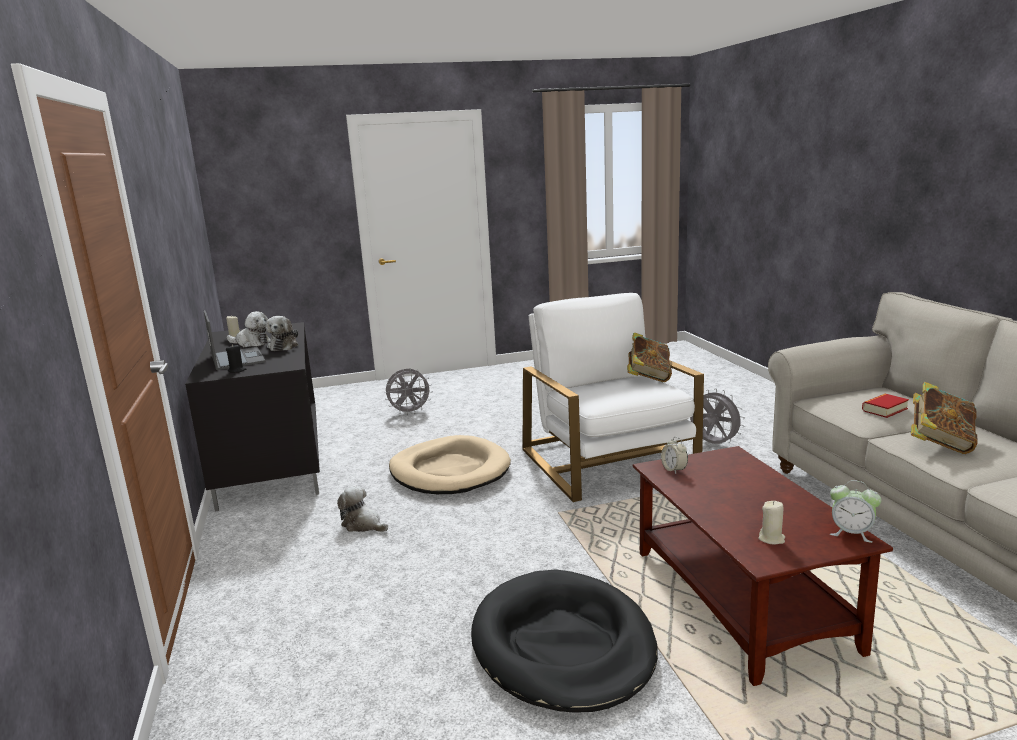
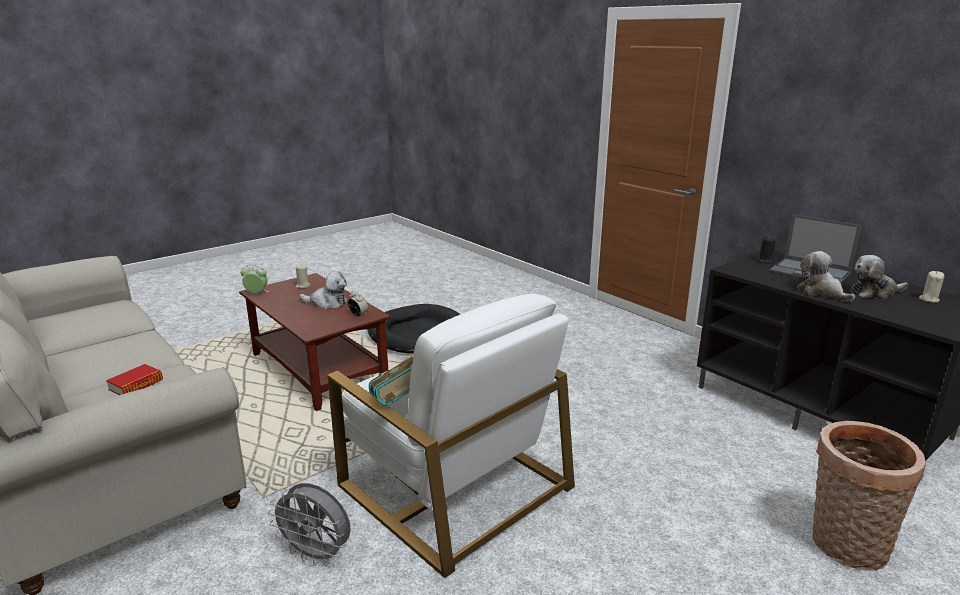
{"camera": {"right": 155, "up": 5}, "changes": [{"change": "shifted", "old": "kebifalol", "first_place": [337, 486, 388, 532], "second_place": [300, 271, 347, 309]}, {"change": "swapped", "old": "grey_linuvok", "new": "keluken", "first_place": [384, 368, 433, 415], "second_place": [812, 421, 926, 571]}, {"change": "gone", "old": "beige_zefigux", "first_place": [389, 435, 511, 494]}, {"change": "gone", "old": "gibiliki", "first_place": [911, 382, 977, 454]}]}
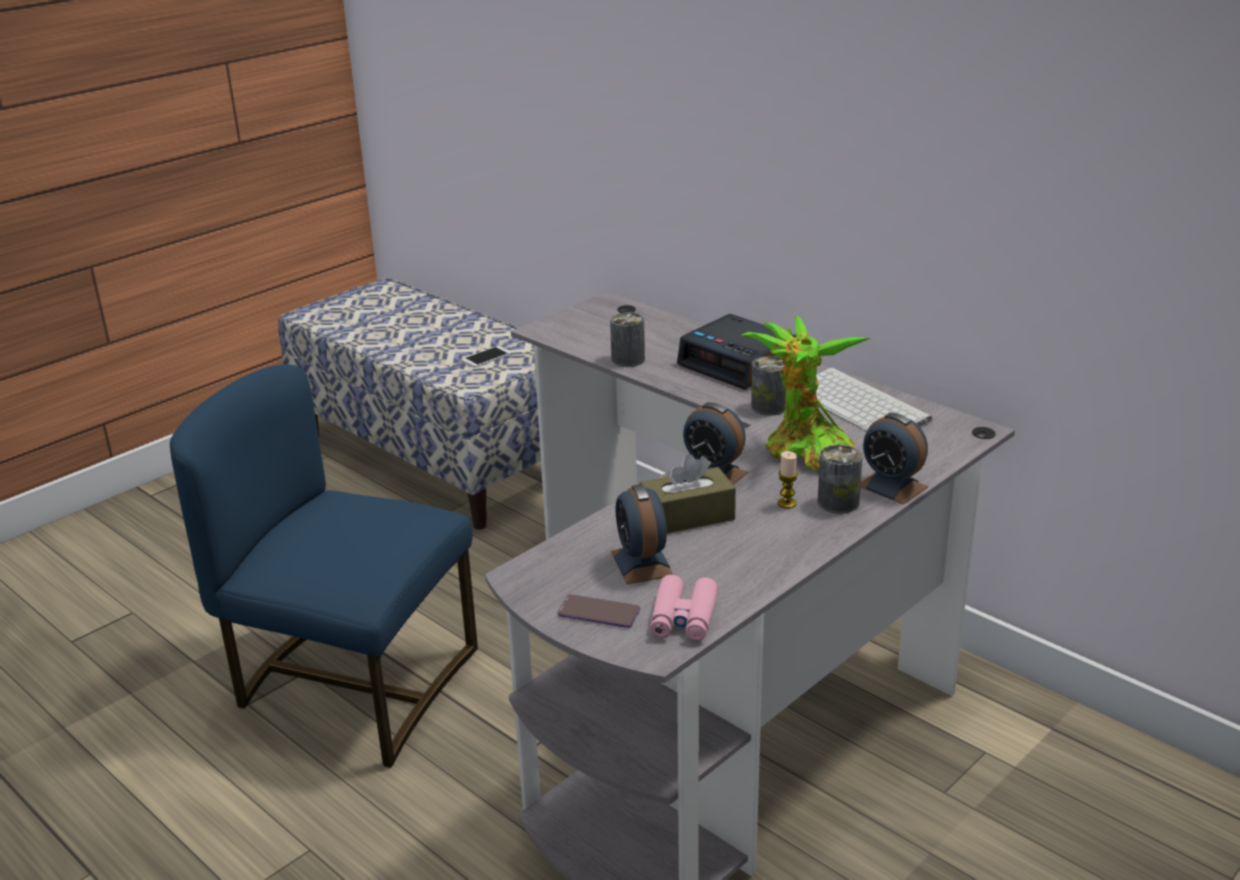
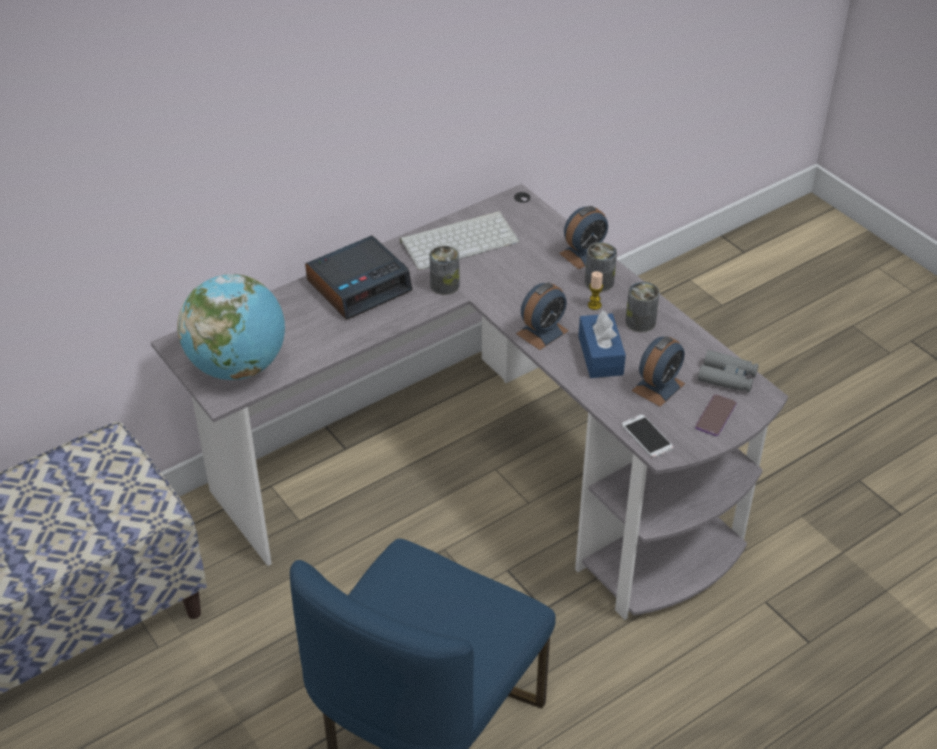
{"camera": {"right": -80, "up": 15}, "changes": [{"change": "new", "new": "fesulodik", "second_place": [177, 274, 285, 380]}, {"change": "repainted", "old": "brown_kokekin", "new": "blue_kokekin", "first_place": [640, 454, 736, 533], "second_place": [578, 310, 626, 378]}, {"change": "shifted", "old": "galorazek", "first_place": [461, 346, 512, 368], "second_place": [622, 414, 674, 458]}, {"change": "shifted", "old": "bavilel", "first_place": [610, 312, 645, 367], "second_place": [625, 282, 659, 332]}, {"change": "rotated", "old": "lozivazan", "first_place": [611, 484, 674, 584], "second_place": [632, 336, 685, 407], "degrees": -45}, {"change": "repainted", "old": "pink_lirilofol", "new": "grey_lirilofol", "first_place": [650, 575, 718, 641], "second_place": [698, 350, 759, 392]}, {"change": "gone", "old": "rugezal", "first_place": [742, 315, 871, 470]}]}
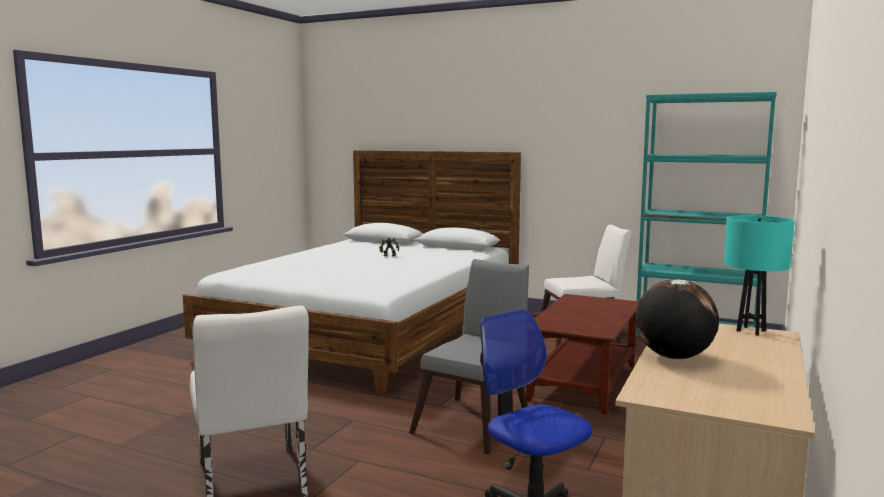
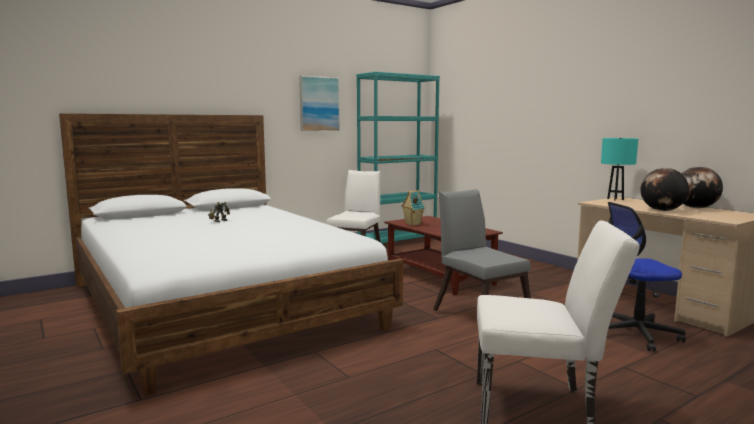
{"camera": {"right": -60, "up": 0}, "changes": [{"change": "new", "new": "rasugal", "second_place": [299, 75, 340, 131]}, {"change": "new", "new": "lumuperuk", "second_place": [401, 190, 426, 226]}, {"change": "new", "new": "fesulodik", "second_place": [681, 167, 723, 208]}]}
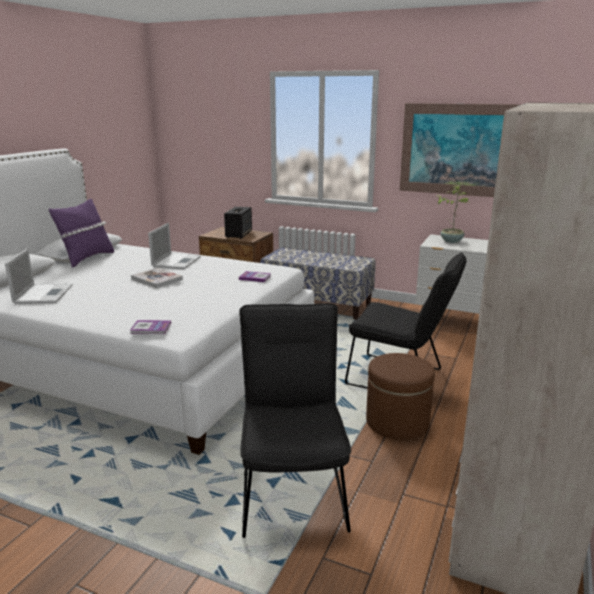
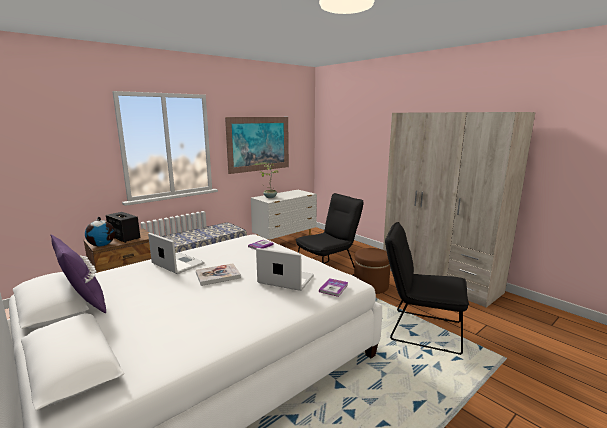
{"camera": {"right": -65, "up": -5}, "changes": [{"change": "new", "new": "fesulodik", "second_place": [85, 217, 115, 247]}, {"change": "shifted", "old": "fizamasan", "first_place": [5, 249, 73, 304], "second_place": [256, 248, 314, 291]}]}
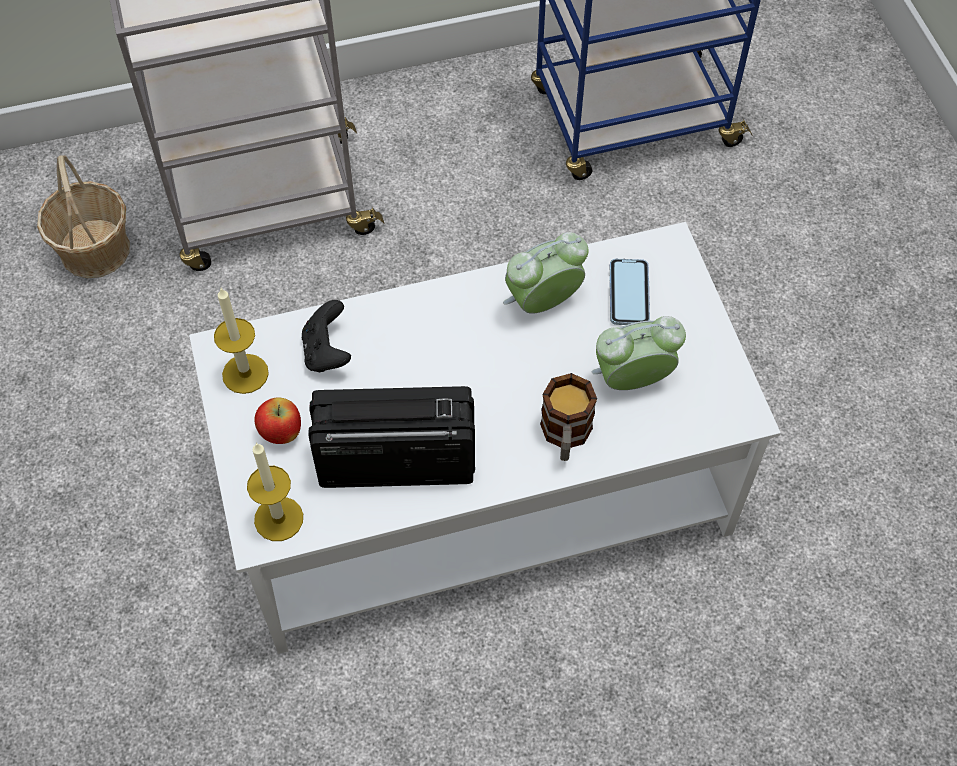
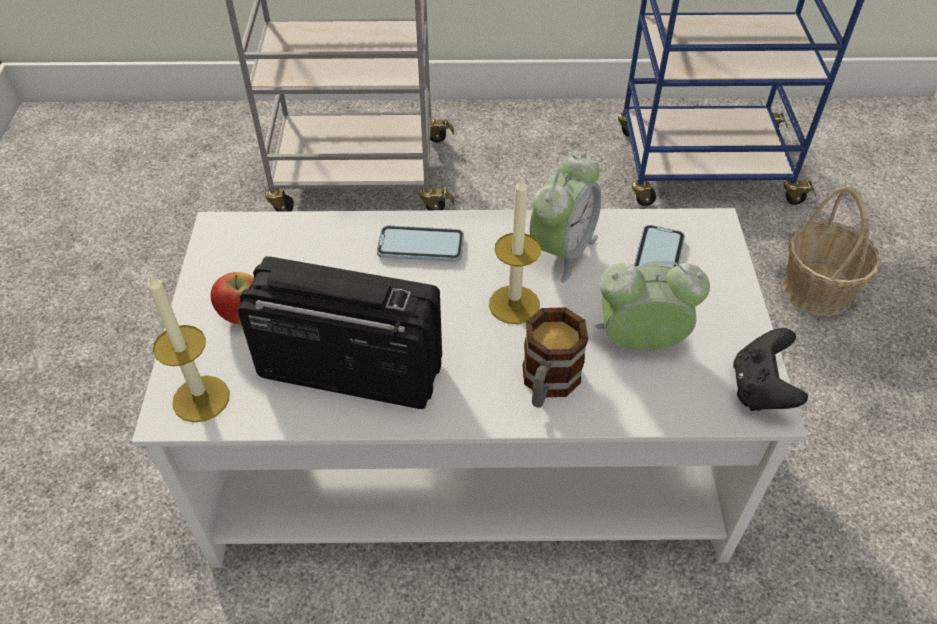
{"camera": {"right": 15, "up": -10}, "changes": [{"change": "new", "new": "galorazek", "second_place": [377, 226, 464, 262]}, {"change": "shifted", "old": "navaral", "first_place": [214, 288, 269, 394], "second_place": [489, 175, 541, 324]}, {"change": "rotated", "old": "lozivazan", "first_place": [503, 232, 589, 314], "second_place": [530, 153, 602, 283], "degrees": 135}, {"change": "shifted", "old": "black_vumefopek", "first_place": [302, 300, 351, 372], "second_place": [733, 328, 808, 411]}, {"change": "shifted", "old": "keluken", "first_place": [37, 155, 130, 278], "second_place": [782, 186, 881, 316]}]}
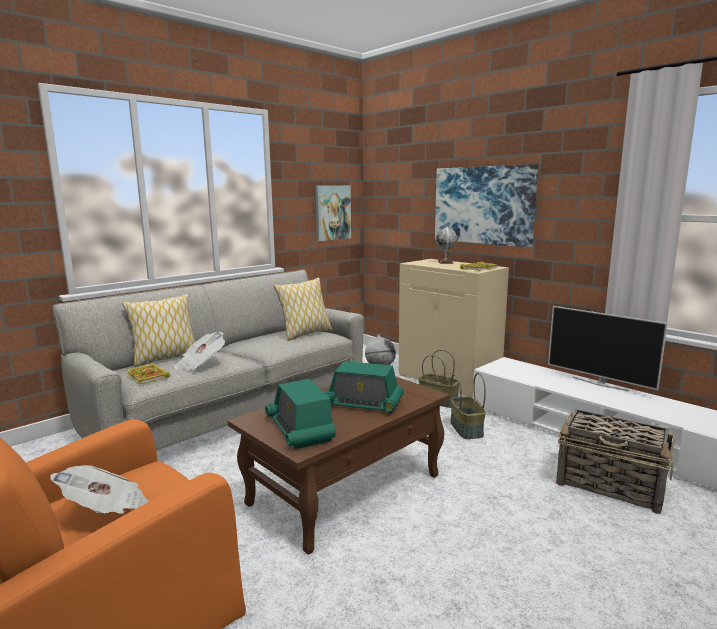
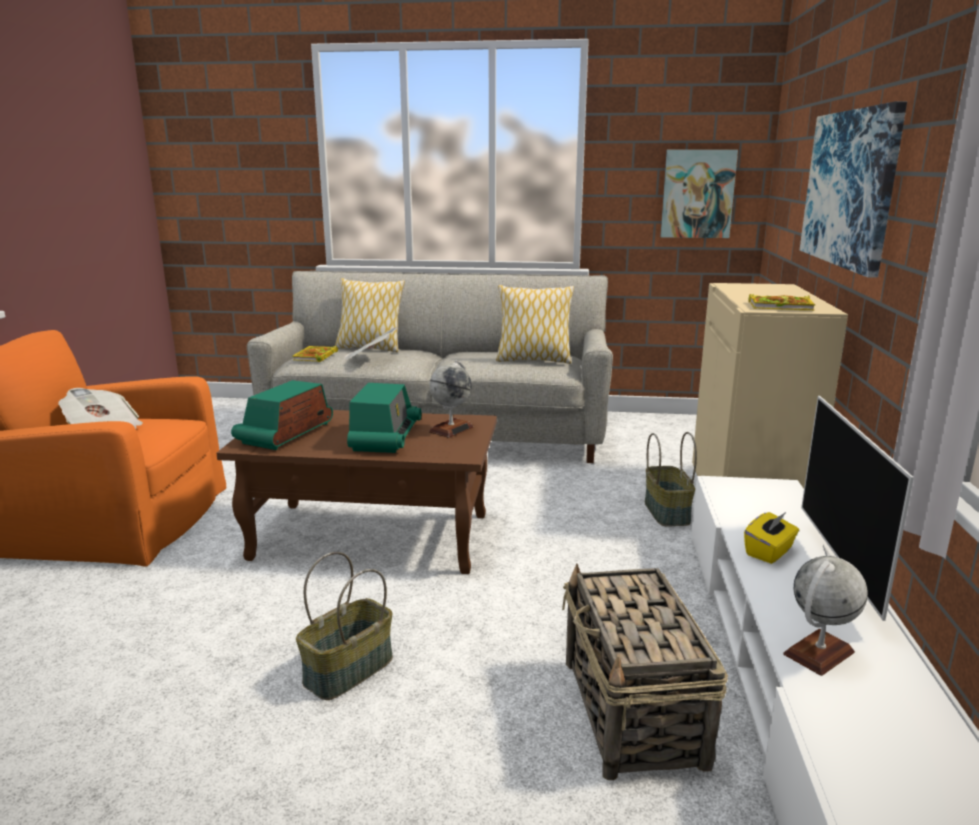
{"camera": {"right": 50, "up": 5}, "changes": [{"change": "shifted", "old": "keluken", "first_place": [451, 373, 486, 439], "second_place": [296, 552, 393, 700]}, {"change": "rotated", "old": "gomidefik", "first_place": [325, 361, 404, 414], "second_place": [347, 383, 421, 453], "degrees": -150}, {"change": "new", "new": "yellow_kokekin", "second_place": [744, 512, 799, 564]}, {"change": "shifted", "old": "fesulodik", "first_place": [436, 227, 457, 264], "second_place": [783, 556, 868, 676]}]}
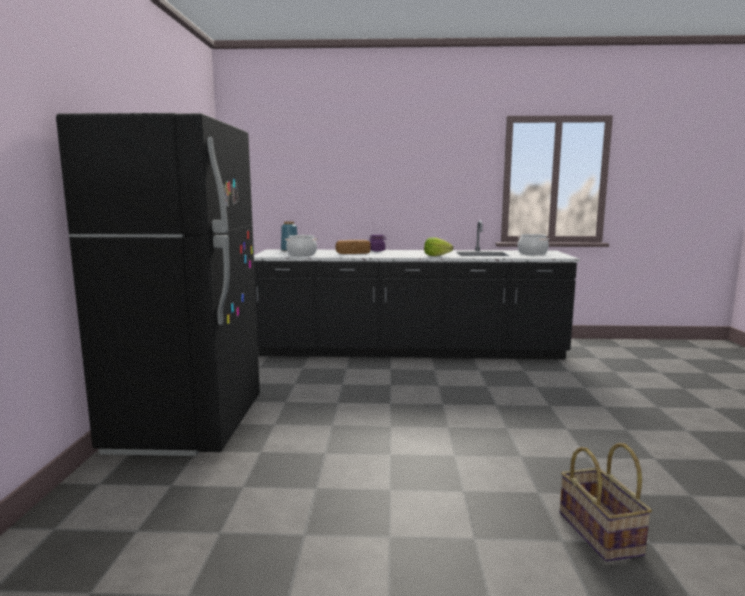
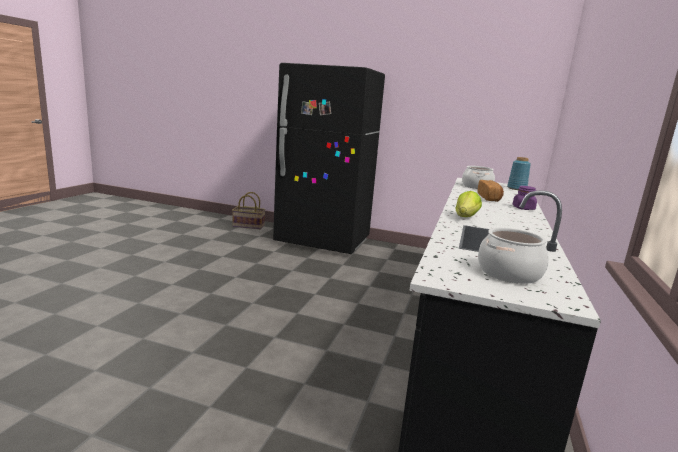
{"camera": {"right": 105, "up": 5}, "changes": [{"change": "shifted", "old": "keluken", "first_place": [560, 443, 652, 562], "second_place": [232, 192, 266, 229]}]}
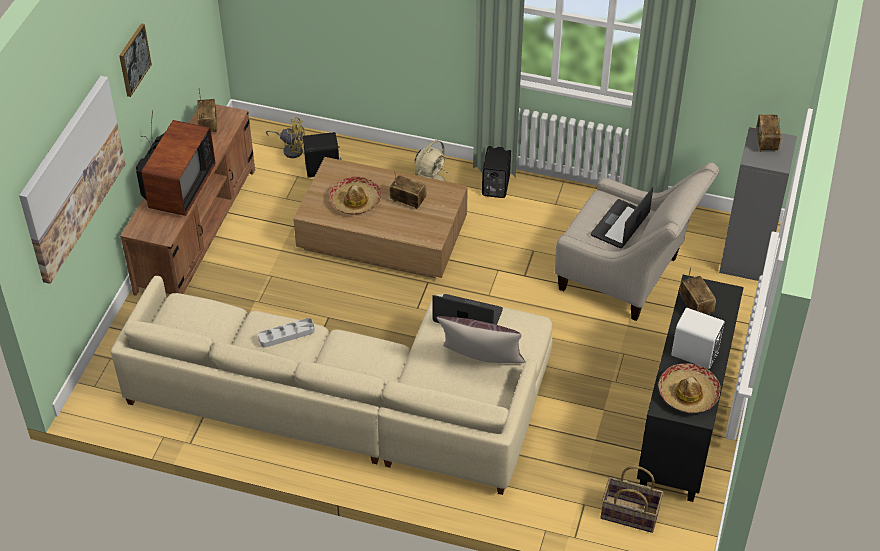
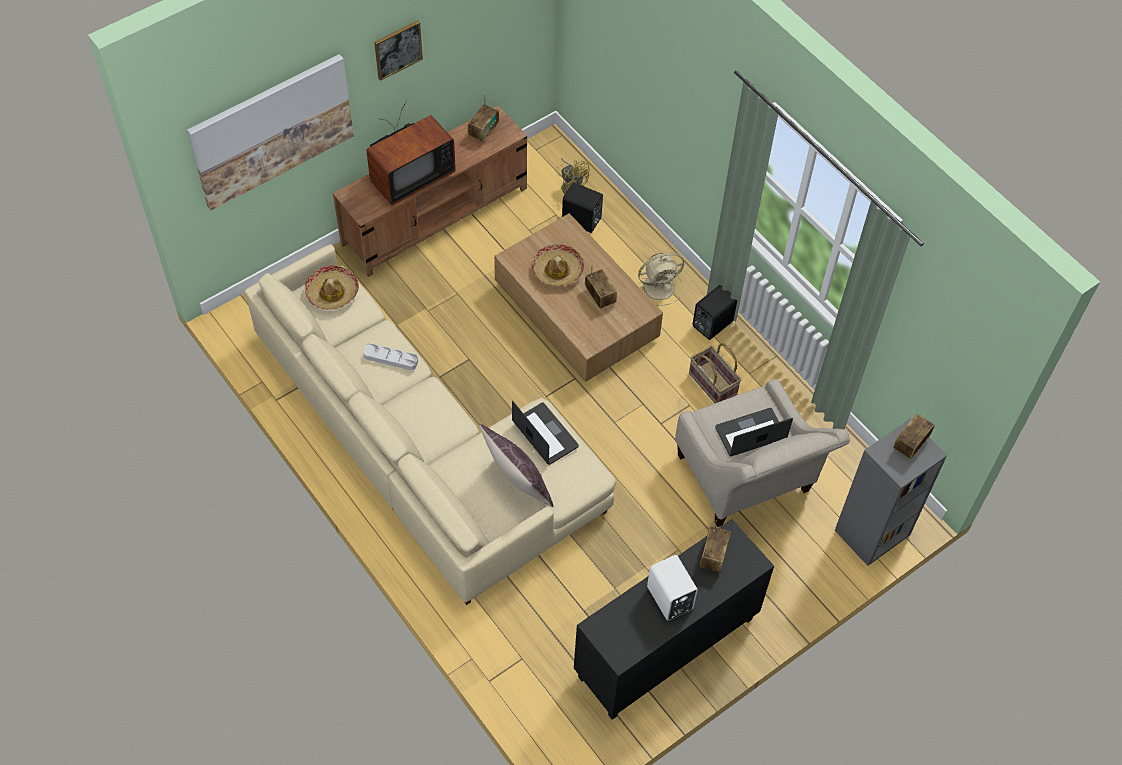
{"camera": {"right": 35, "up": 10}, "changes": [{"change": "shifted", "old": "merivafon", "first_place": [658, 363, 721, 413], "second_place": [305, 265, 359, 310]}, {"change": "shifted", "old": "keluken", "first_place": [601, 466, 664, 533], "second_place": [689, 343, 742, 403]}]}
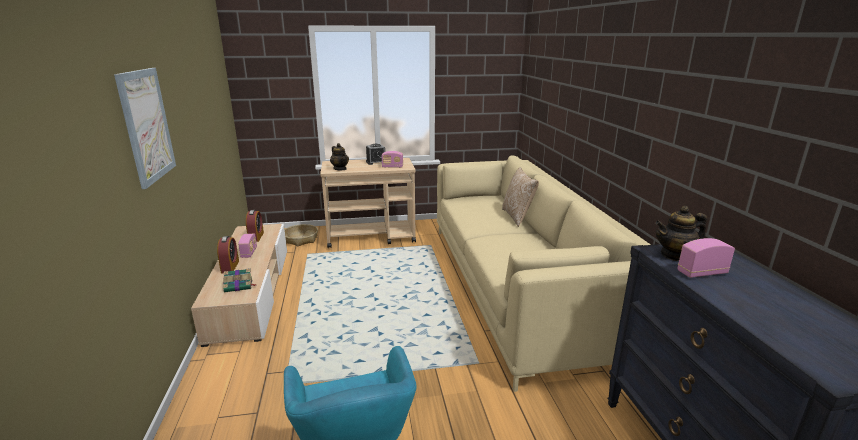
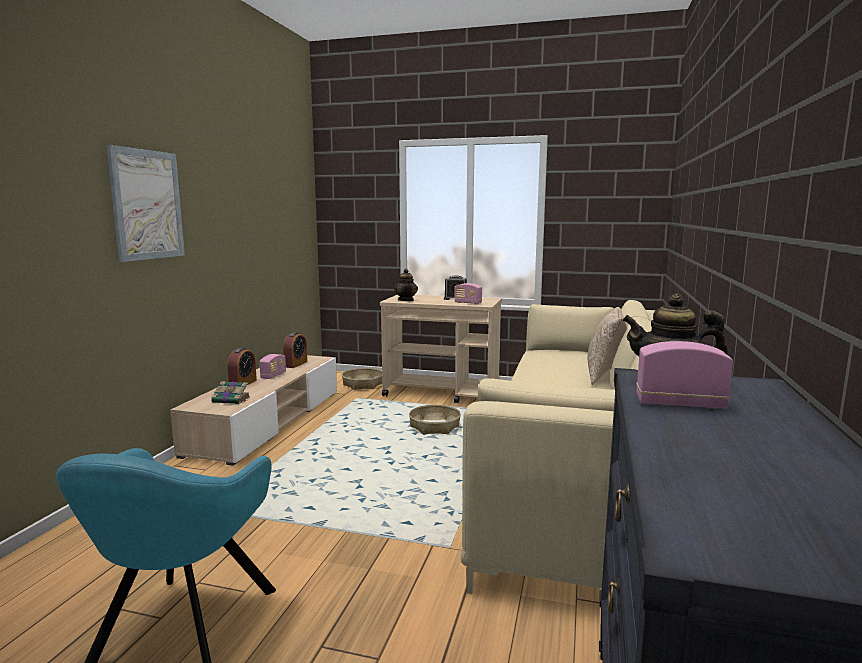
{"camera": {"right": 25, "up": -10}, "changes": [{"change": "new", "new": "keluken", "second_place": [409, 405, 461, 435]}]}
